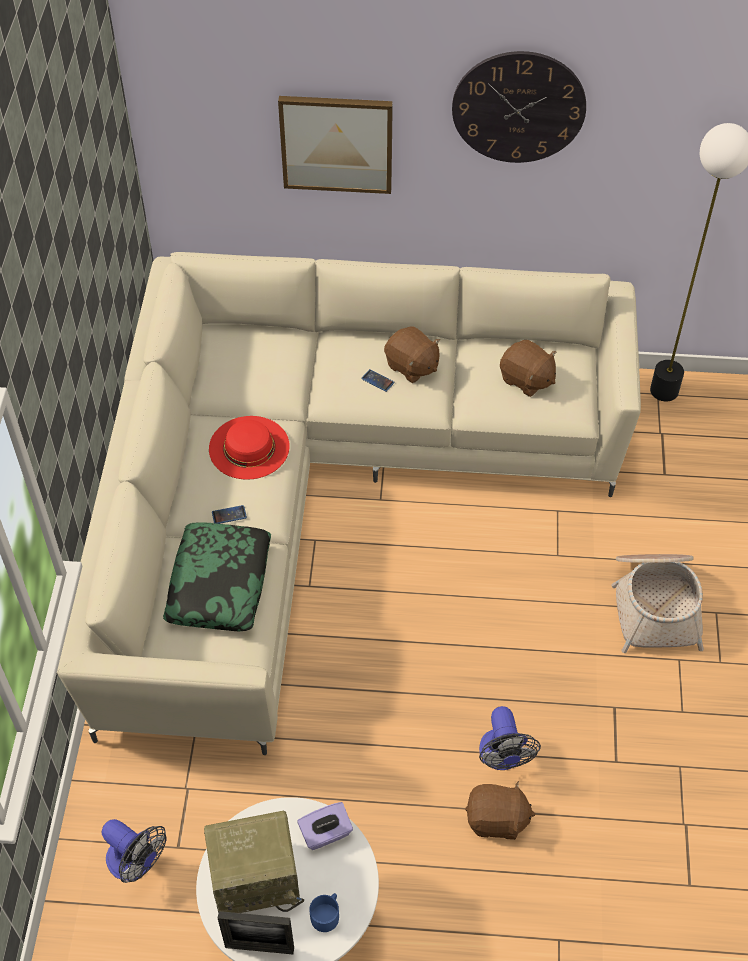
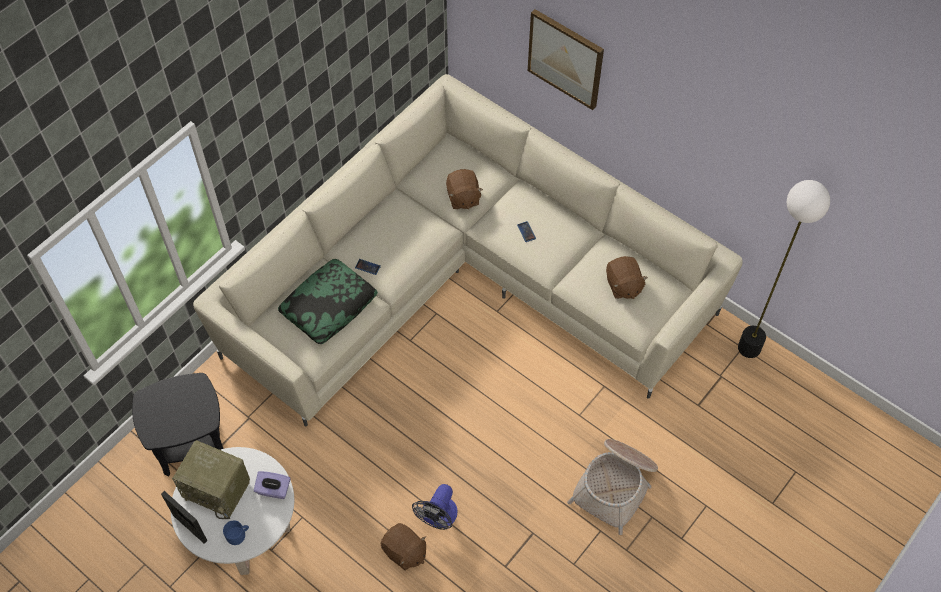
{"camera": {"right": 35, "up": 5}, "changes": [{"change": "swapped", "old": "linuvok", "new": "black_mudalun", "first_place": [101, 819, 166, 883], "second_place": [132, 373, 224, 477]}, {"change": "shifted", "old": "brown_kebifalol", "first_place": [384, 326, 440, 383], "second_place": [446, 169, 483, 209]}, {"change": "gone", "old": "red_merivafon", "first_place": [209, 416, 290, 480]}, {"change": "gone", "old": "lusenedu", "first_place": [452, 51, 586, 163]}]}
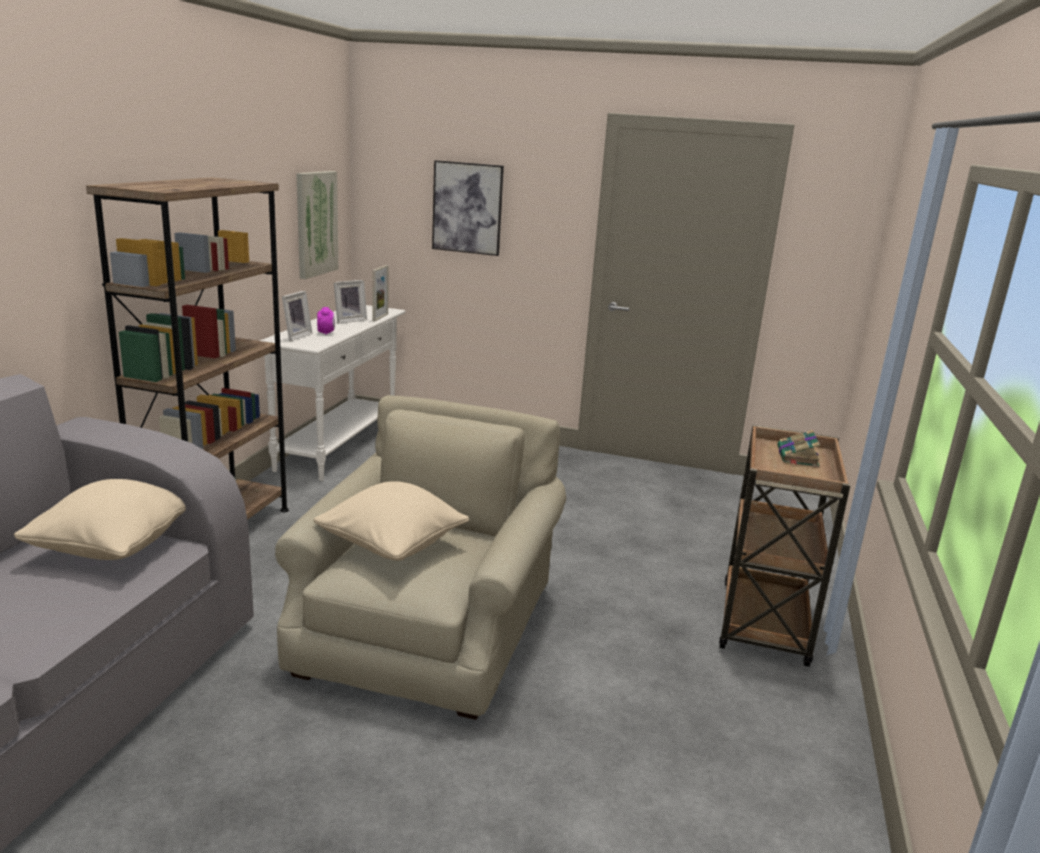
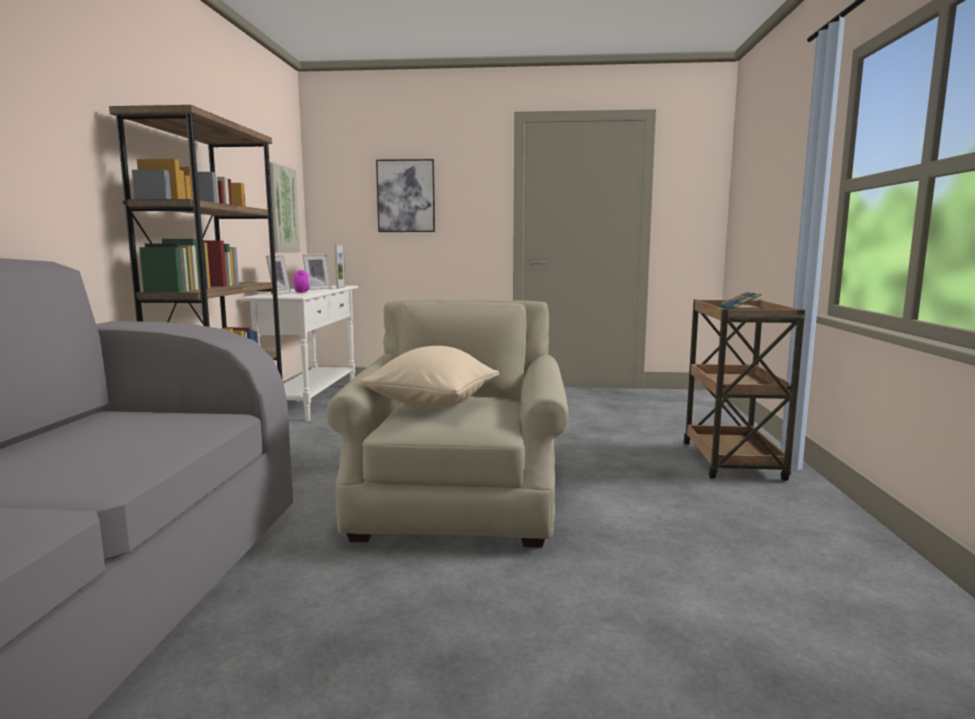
{"camera": {"right": -10, "up": -10}, "changes": [{"change": "gone", "old": "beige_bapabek", "first_place": [14, 479, 186, 560]}]}
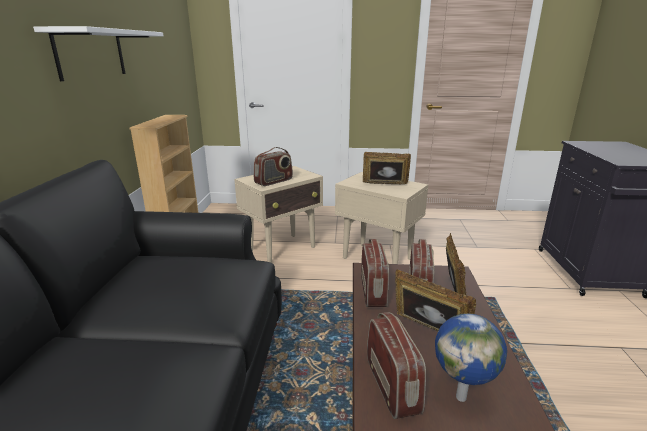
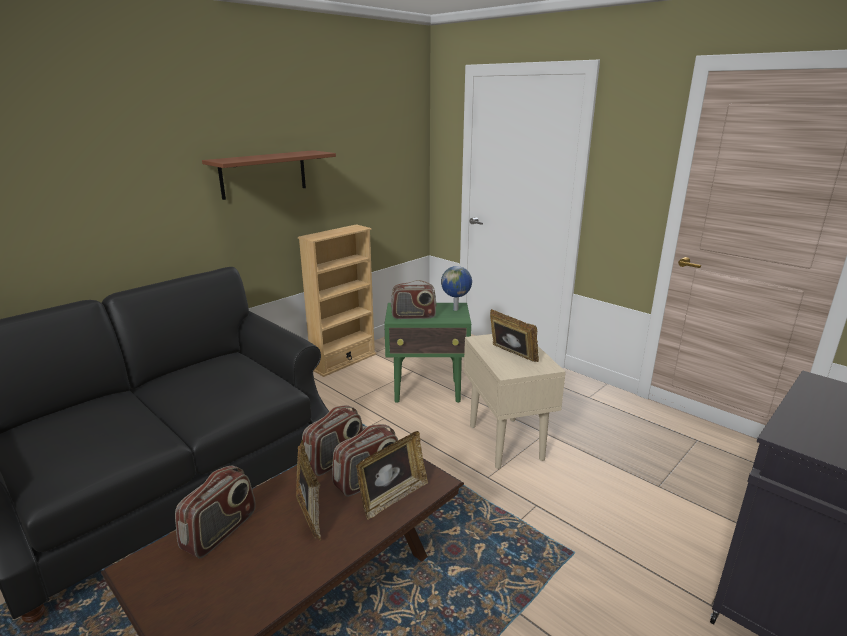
{"camera": {"right": 40, "up": 0}, "changes": [{"change": "repainted", "old": "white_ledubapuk", "new": "brown_ledubapuk", "first_place": [33, 26, 164, 81], "second_place": [202, 150, 336, 200]}, {"change": "repainted", "old": "beige_mudalun", "new": "green_mudalun", "first_place": [234, 166, 323, 263], "second_place": [384, 303, 471, 403]}, {"change": "shifted", "old": "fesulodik", "first_place": [435, 313, 507, 402], "second_place": [441, 266, 472, 311]}]}
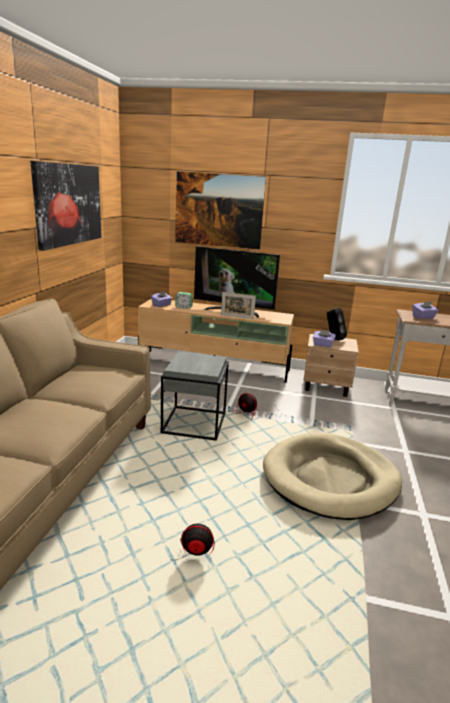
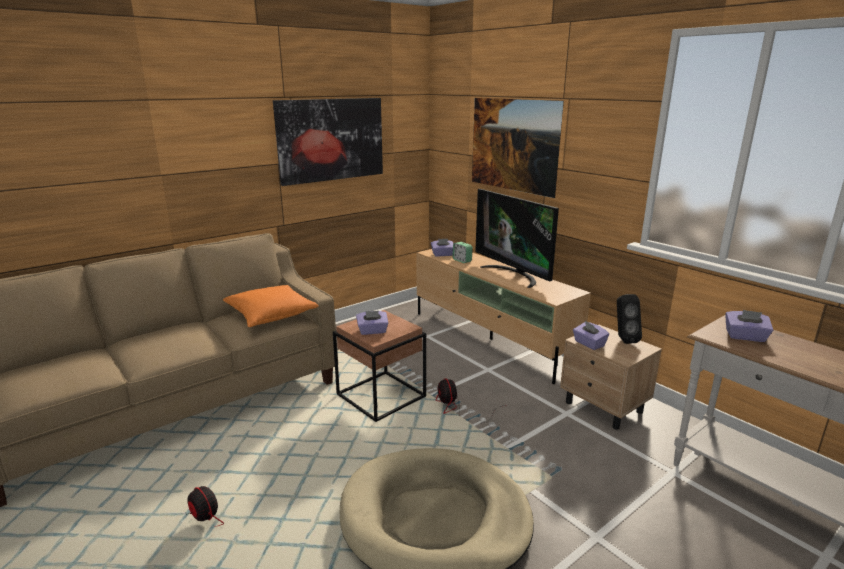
{"camera": {"right": 40, "up": 0}, "changes": [{"change": "new", "new": "orange_bapabek", "second_place": [223, 285, 319, 327]}, {"change": "repainted", "old": "grey_mudalun", "new": "brown_mudalun", "first_place": [161, 352, 229, 441], "second_place": [333, 310, 426, 422]}, {"change": "new", "new": "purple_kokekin", "second_place": [356, 311, 388, 335]}, {"change": "gone", "old": "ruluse", "first_place": [221, 292, 256, 319]}]}
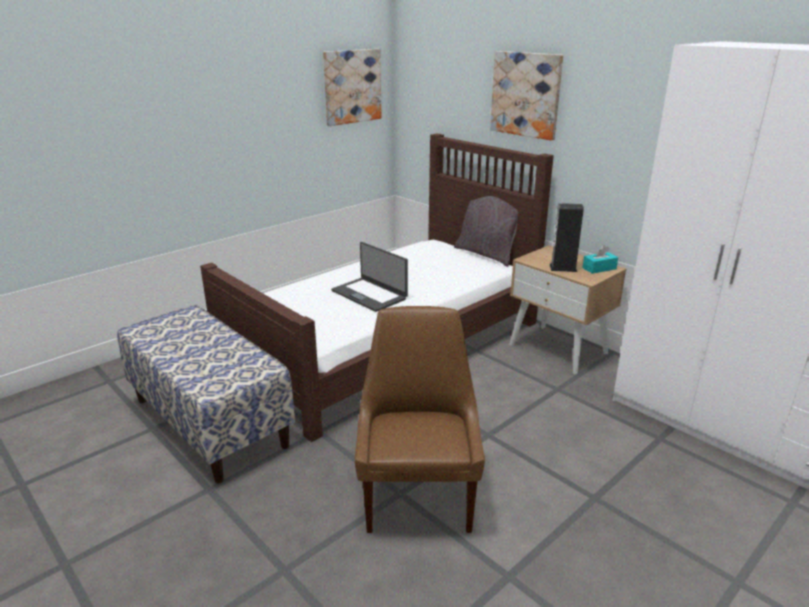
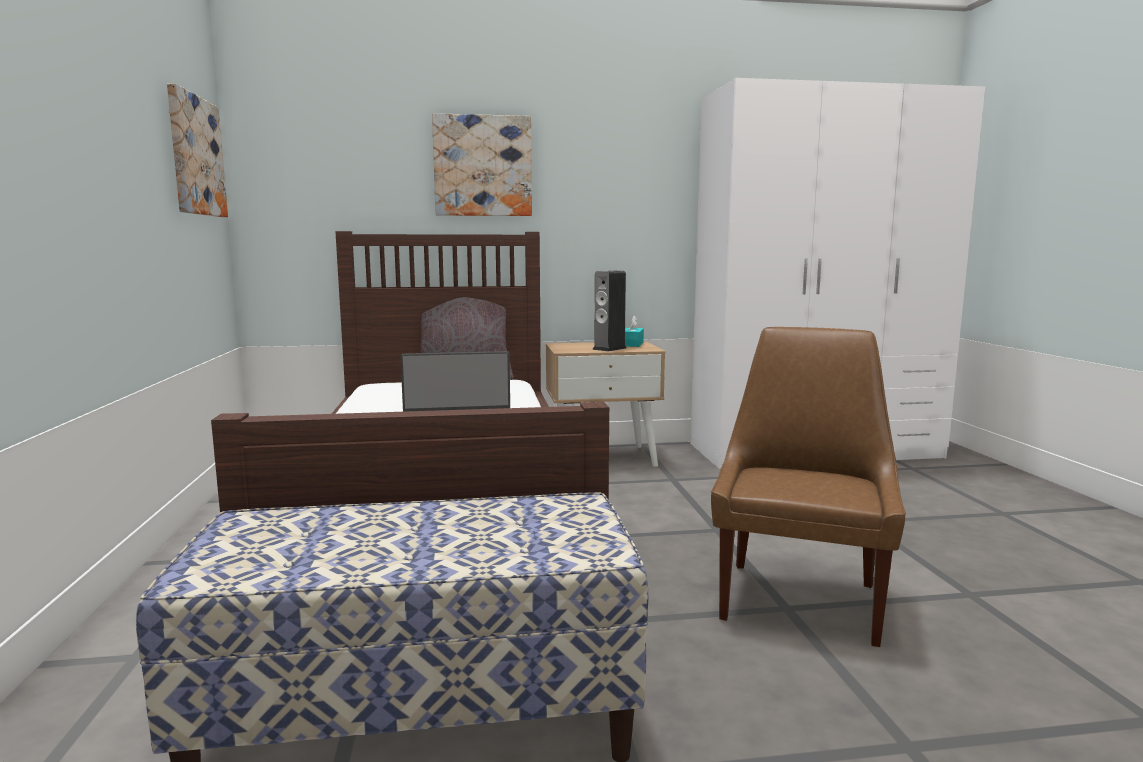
{"camera": {"right": -55, "up": -15}, "changes": [{"change": "rotated", "old": "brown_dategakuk", "first_place": [355, 306, 485, 533], "second_place": [711, 327, 906, 647], "degrees": 75}]}
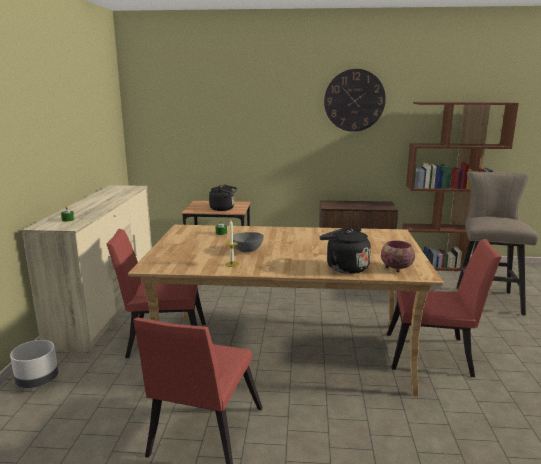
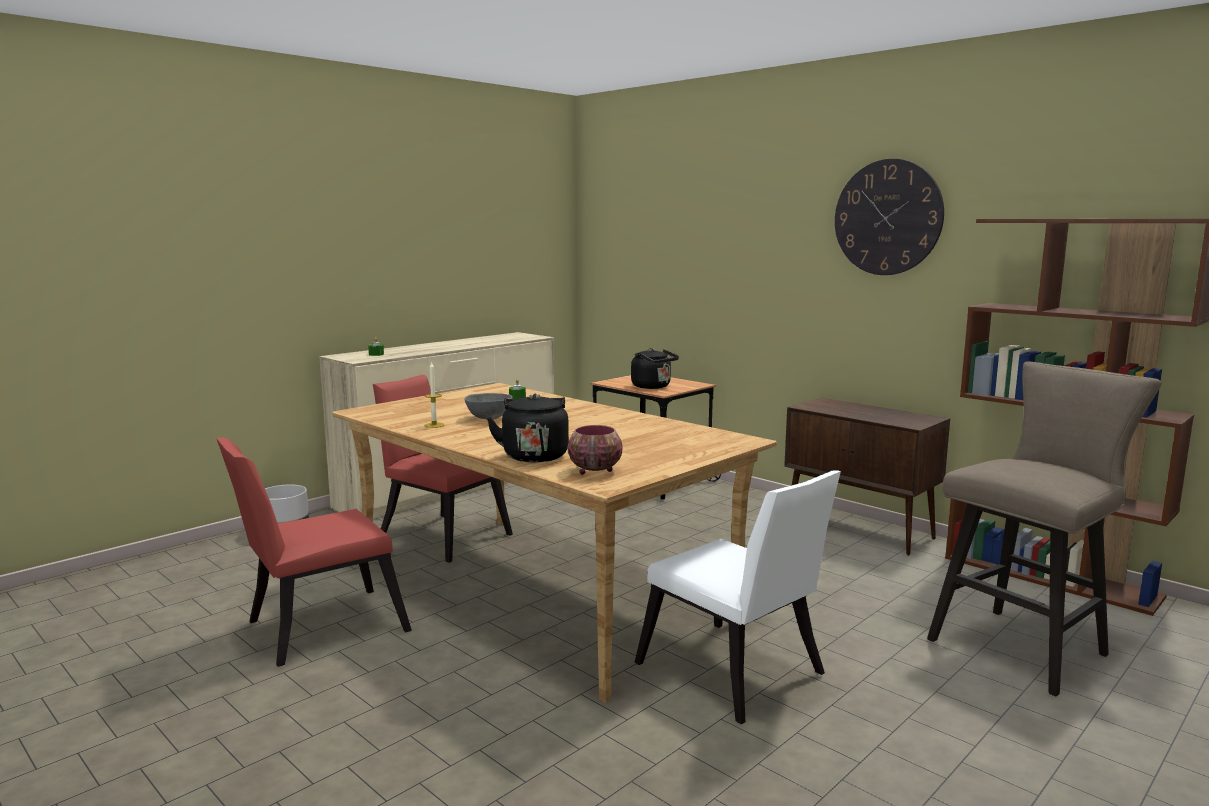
{"camera": {"right": 40, "up": -5}, "changes": [{"change": "repainted", "old": "red_dategakuk", "new": "white_dategakuk", "first_place": [387, 239, 501, 377], "second_place": [635, 471, 841, 724]}]}
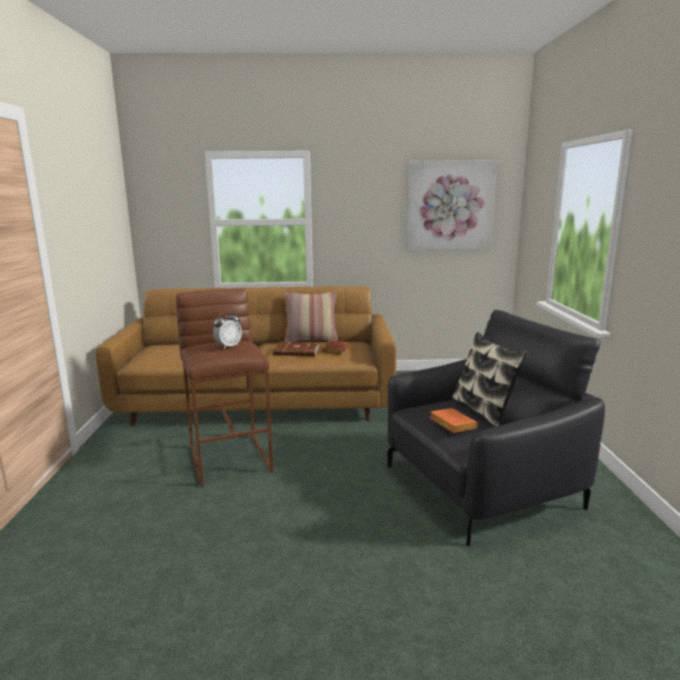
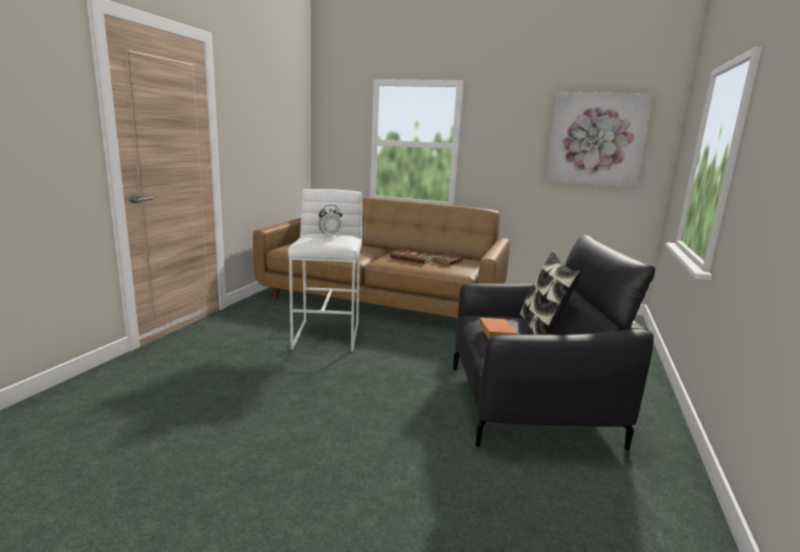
{"camera": {"right": 20, "up": 0}, "changes": [{"change": "repainted", "old": "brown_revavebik", "new": "white_revavebik", "first_place": [176, 289, 273, 487], "second_place": [288, 189, 362, 352]}, {"change": "gone", "old": "bapabek", "first_place": [284, 292, 338, 342]}]}
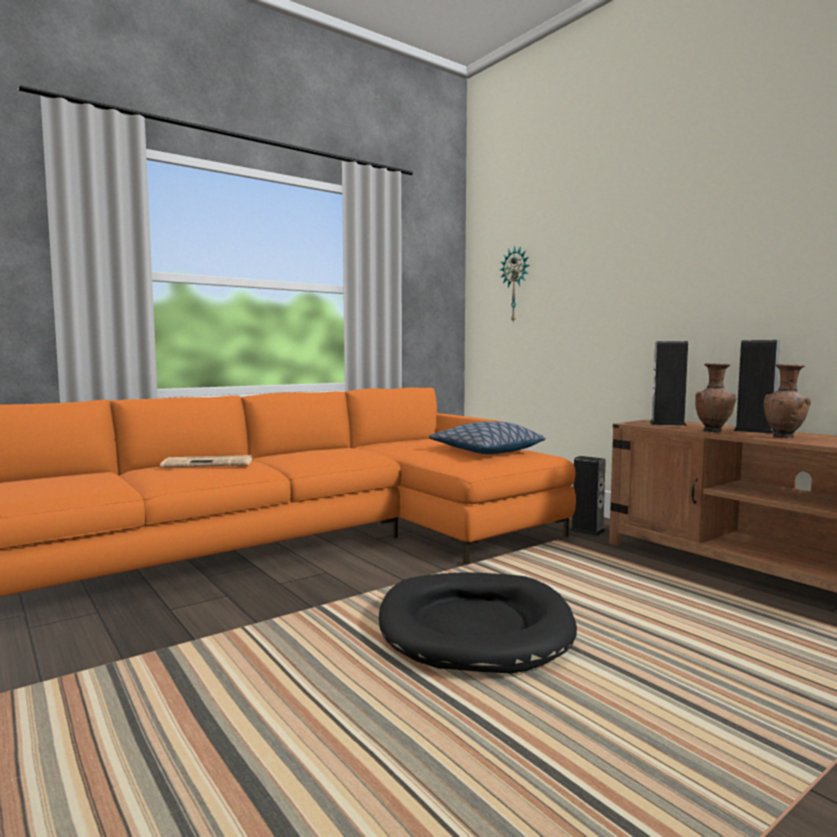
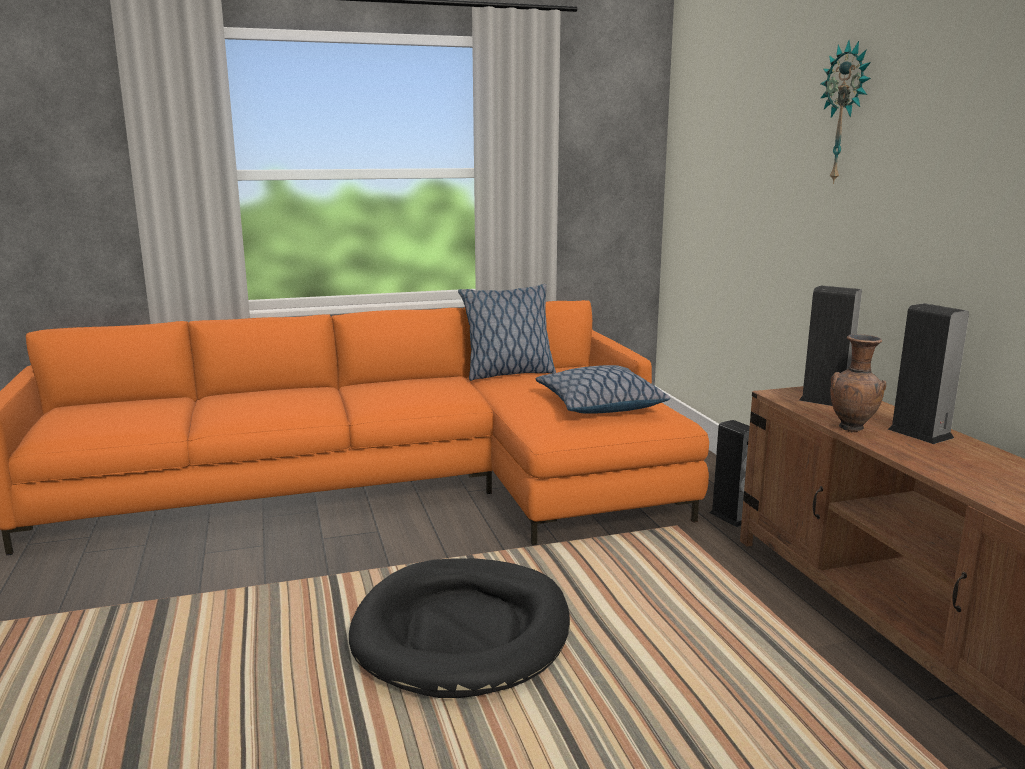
{"camera": {"right": 20, "up": 10}, "changes": [{"change": "new", "new": "bapabek", "second_place": [458, 284, 556, 381]}, {"change": "shifted", "old": "lusenedu", "first_place": [500, 246, 530, 322], "second_place": [820, 40, 871, 184]}, {"change": "gone", "old": "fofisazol", "first_place": [160, 455, 252, 468]}, {"change": "gone", "old": "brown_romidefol", "first_place": [764, 364, 811, 438]}]}
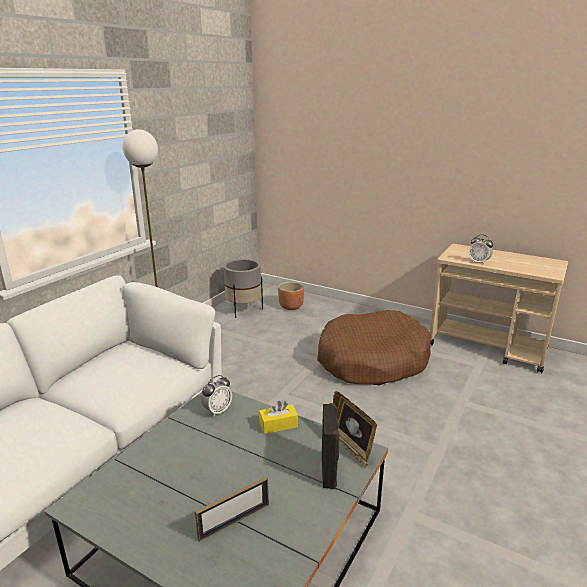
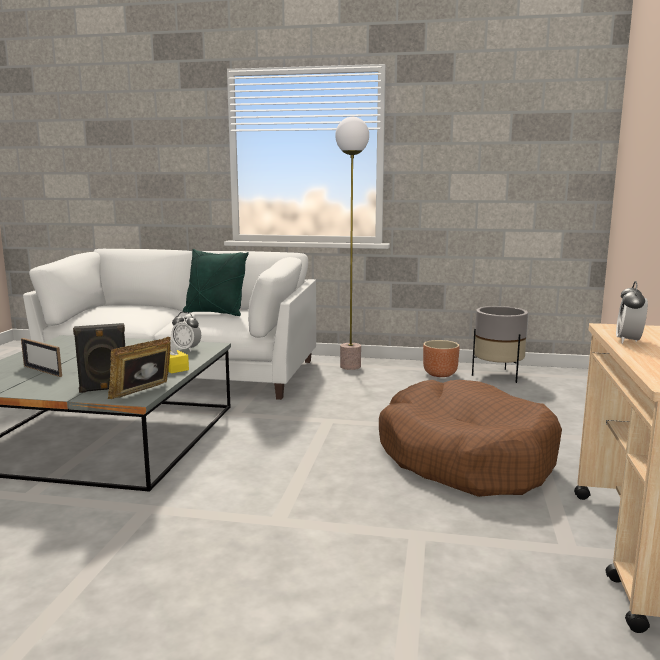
{"camera": {"right": 70, "up": -10}, "changes": [{"change": "new", "new": "green_bapabek", "second_place": [183, 249, 249, 316]}, {"change": "shifted", "old": "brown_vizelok", "first_place": [278, 282, 304, 310], "second_place": [423, 340, 460, 377]}]}
